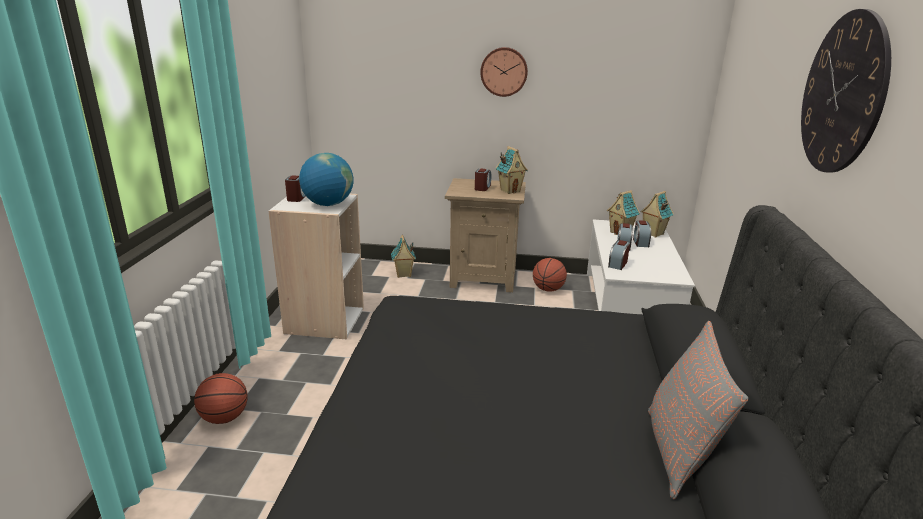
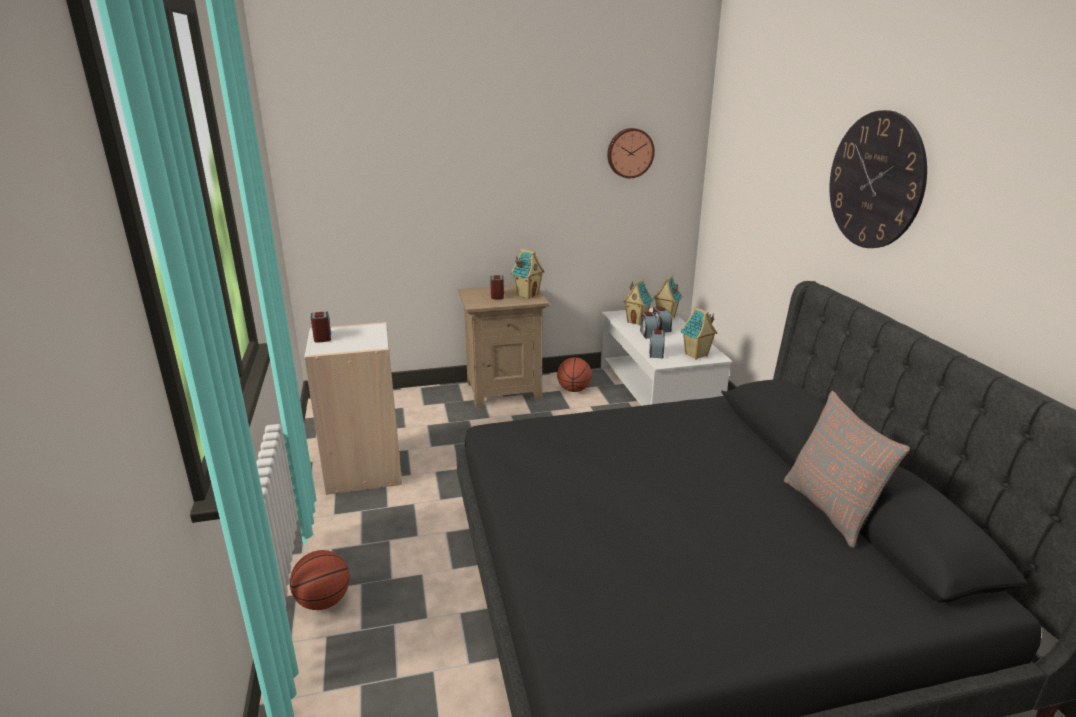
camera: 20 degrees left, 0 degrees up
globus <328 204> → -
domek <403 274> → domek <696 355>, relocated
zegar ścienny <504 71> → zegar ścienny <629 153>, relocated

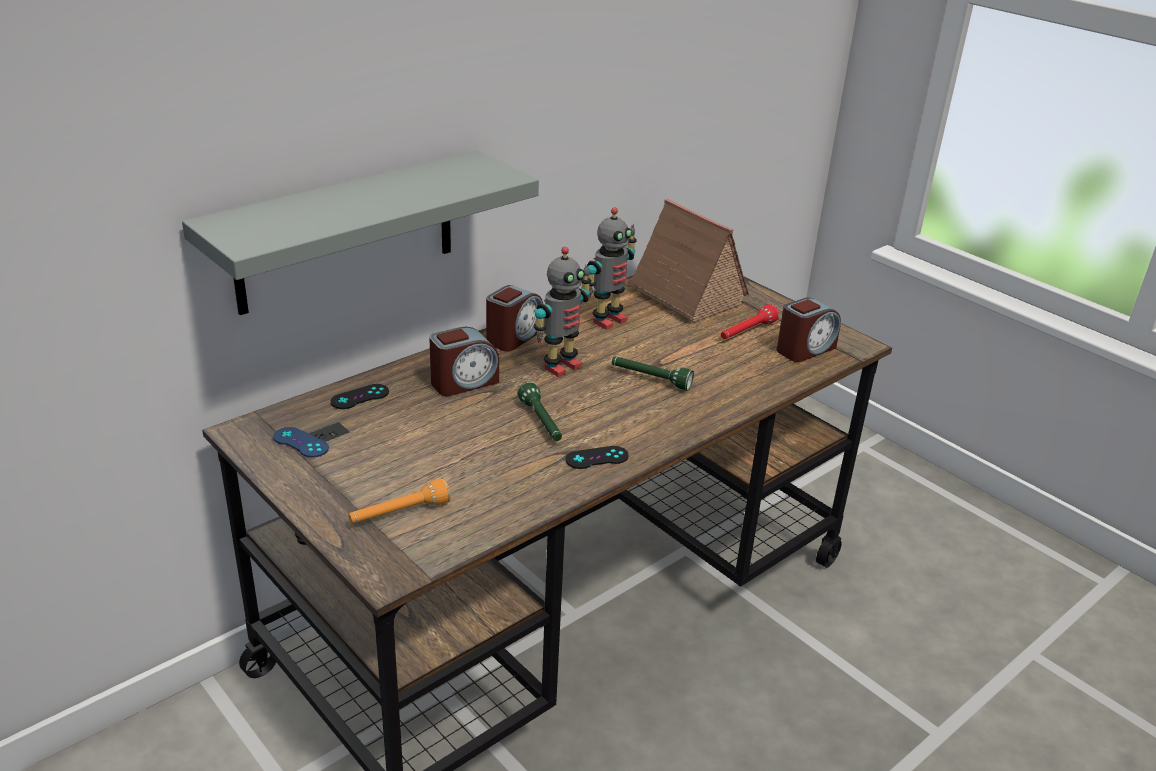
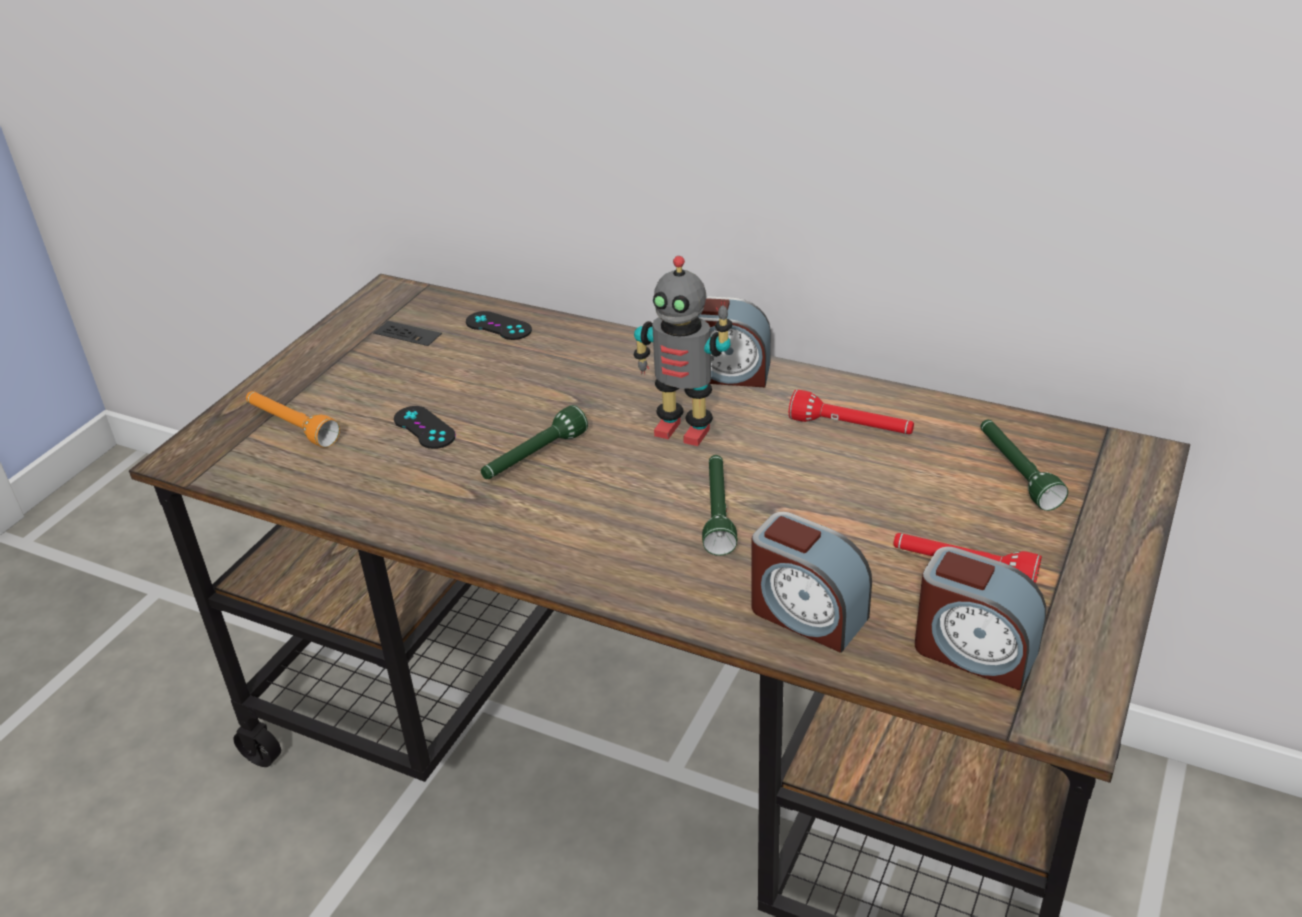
camera: 70 degrees right, 5 degrees up
półka (szary) <346 232> → -
pad do gier (niebieski) <301 442> → -
budzik <464 382> → budzik <807 614>, relocated
pad do gier (czarny) <597 458> → pad do gier (czarny) <424 428>, relocated
robot zabawkowy <607 320> → latarka (czerwony) <851 428>
domek <683 295> → latarka (zielony) <1016 472>

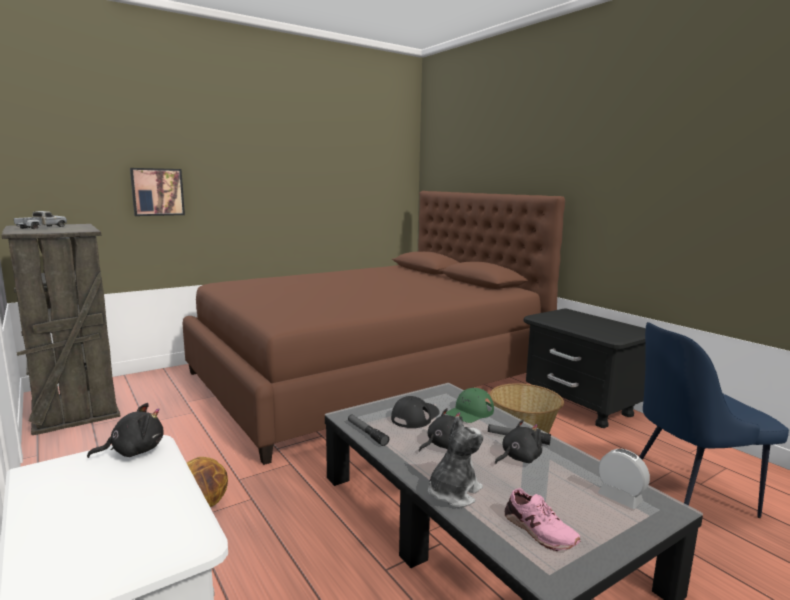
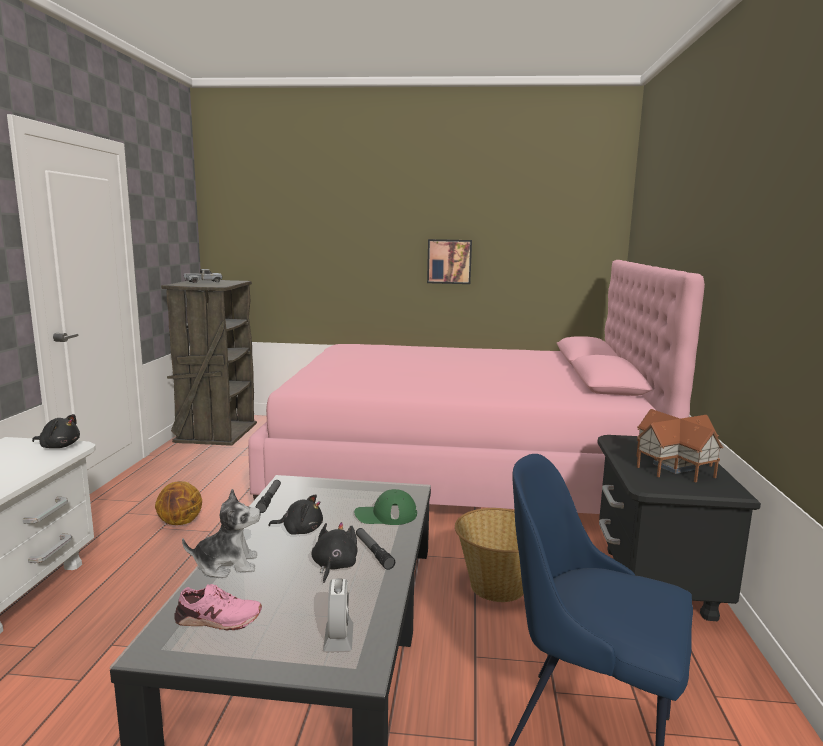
camera: 40 degrees right, 0 degrees up
obraz <157 192> → obraz <449 261>, relocated
łóżko (brązowy) <369 376> → łóżko (różowy) <460 470>
czapka z daszkiem (czarny) <415 416> → -
pluszak (czarny) <518 458> → pluszak (czarny) <334 566>, 90 degrees counterclockwise
but (różowy) <538 531> → but (różowy) <217 620>, 90 degrees counterclockwise
- → domek <672 466>

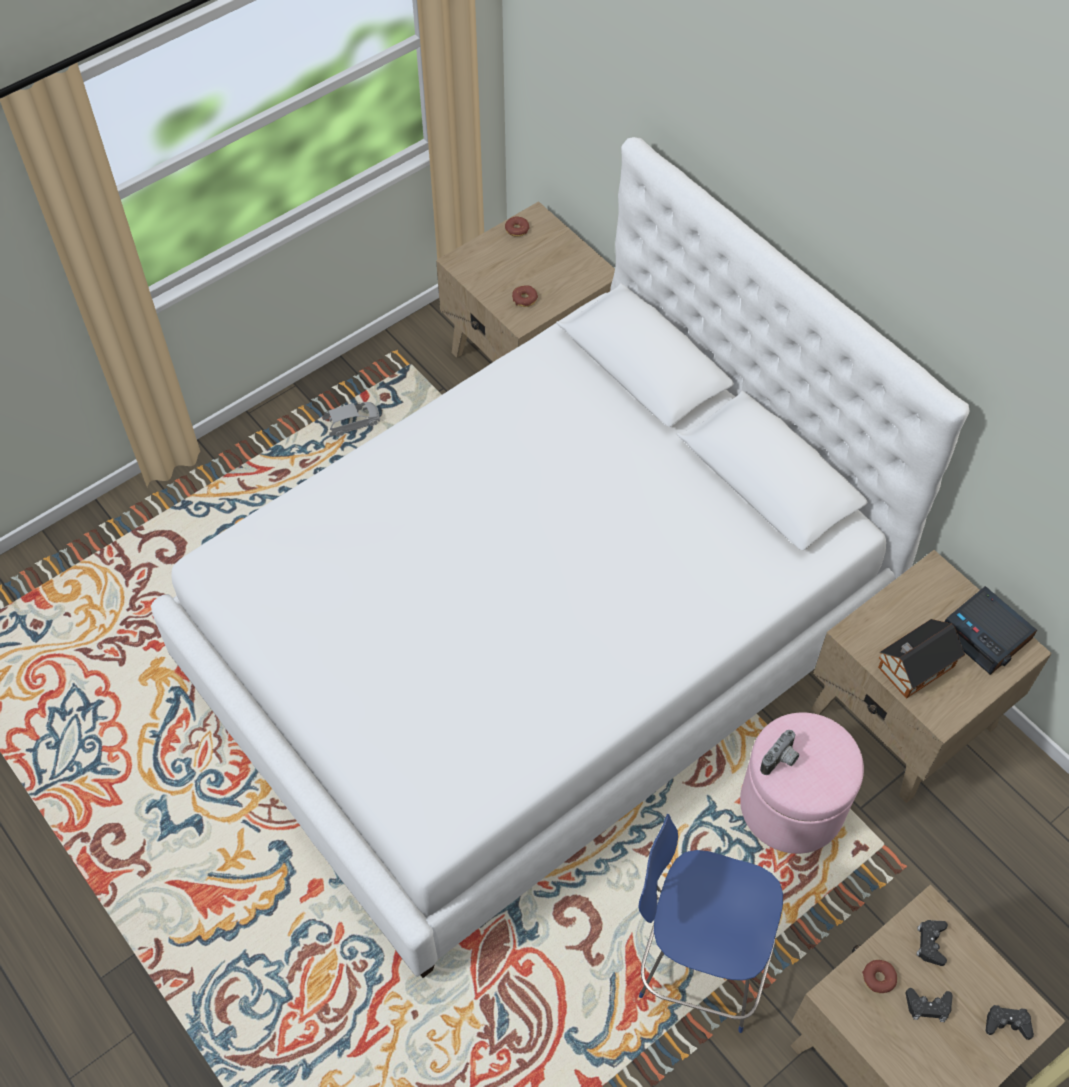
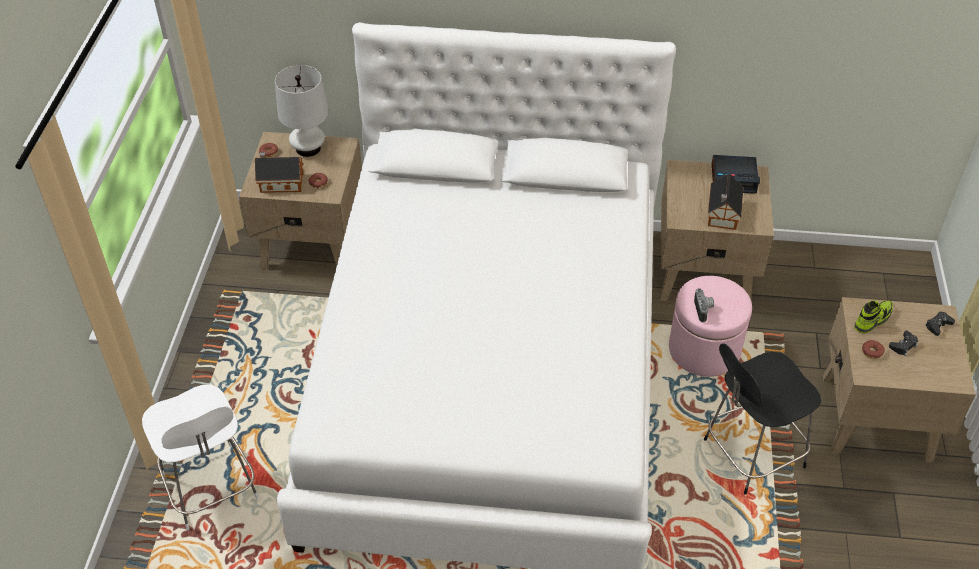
camera: 45 degrees left, 10 degrees down
samochodzik (szary) <353 423> → -
krzesło (niebieski) <698 962> → krzesło (czarny) <750 455>
pad do gier (czarny) <931 943> → but <872 320>
- → krzesło (biały) <211 489>
- → domek <279 182>
- → lampa stołowa (biały) <308 148>

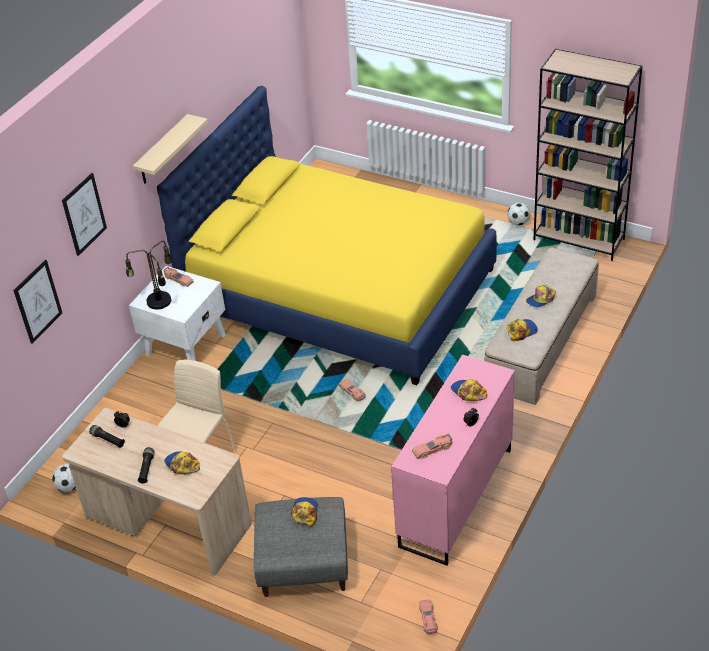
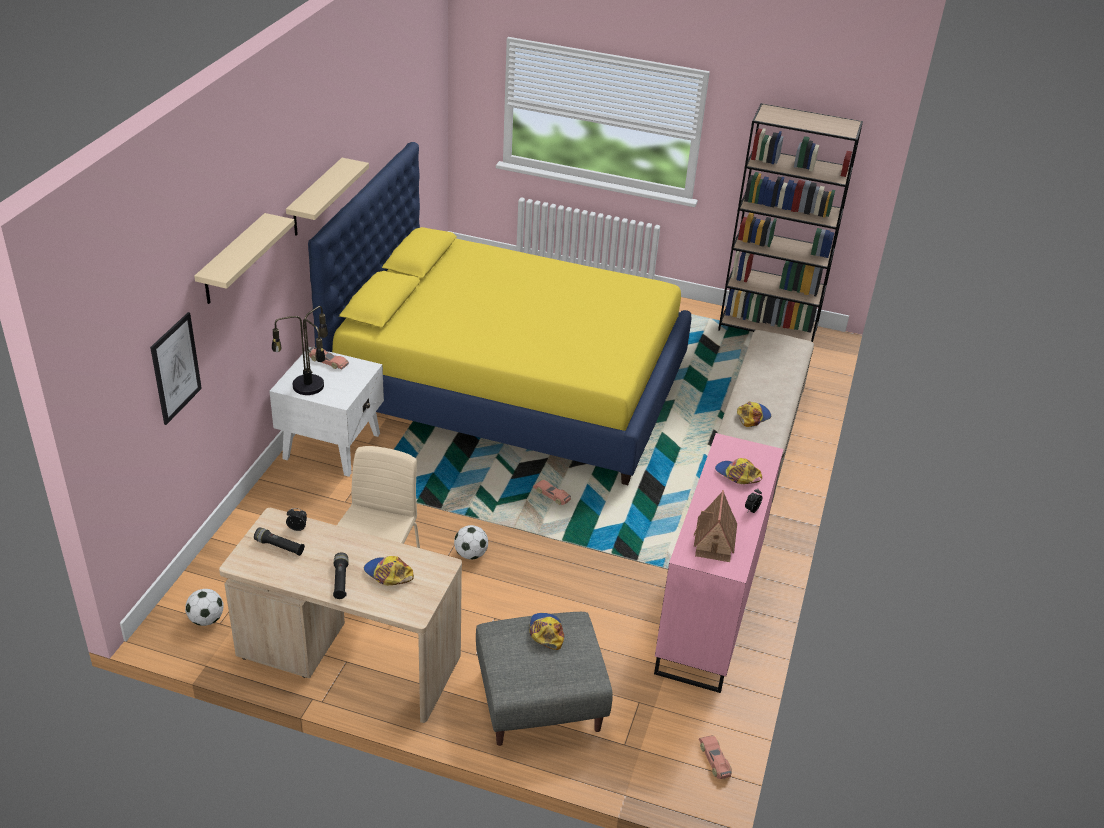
camera: 15 degrees left, 5 degrees down
obraz <84 214> → półka (beżowy) <233 260>
samochodzik <432 449> → domek <714 541>
piłka futbolowa <518 223> → piłka futbolowa <470 554>, relocated
czapka z daszkiem <541 299> → -

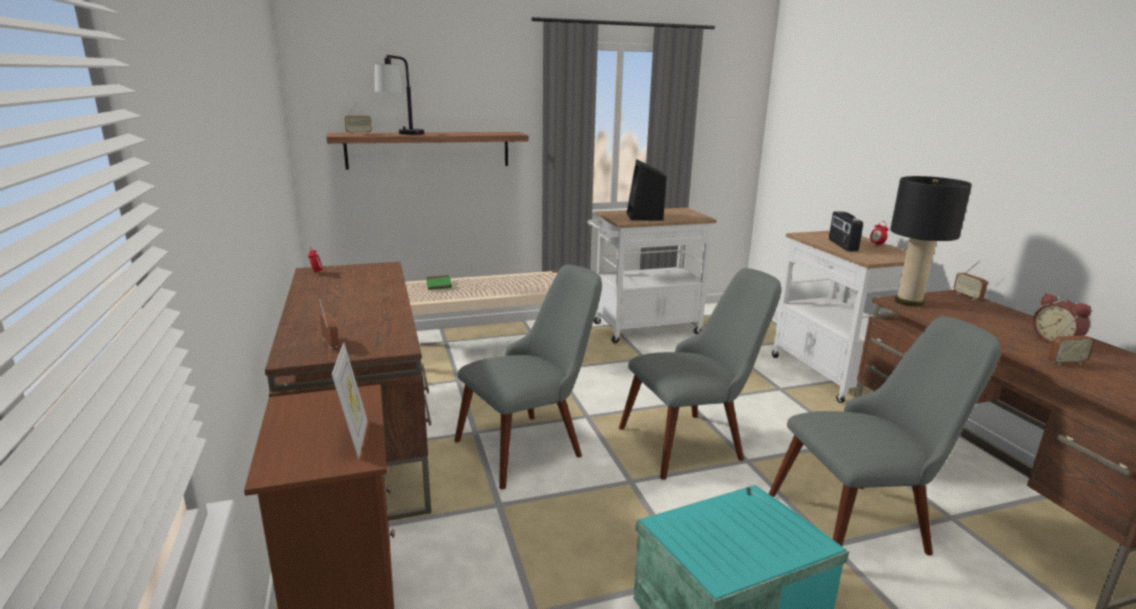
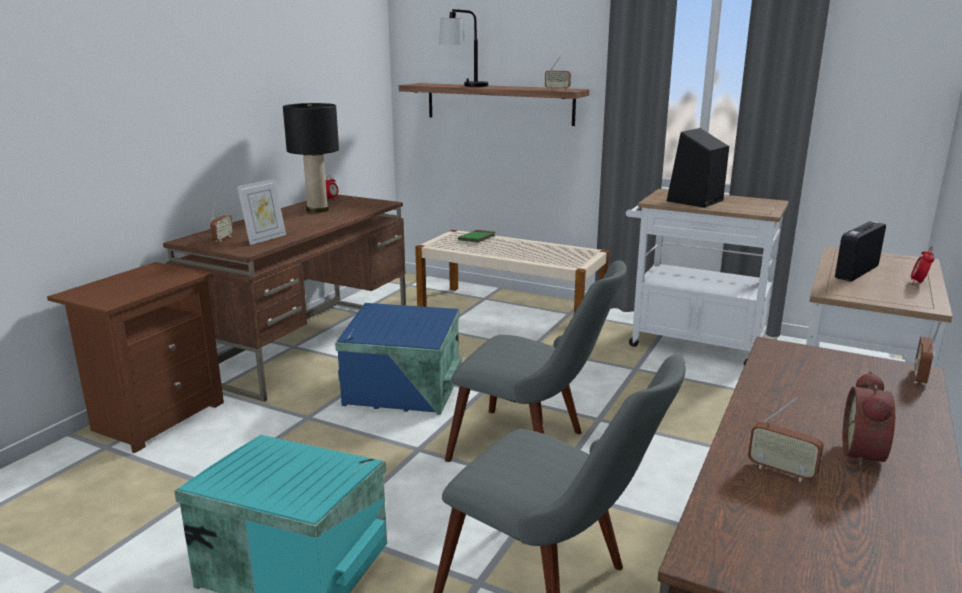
camera: 45 degrees right, 0 degrees up
ramka na zdjęcie <355 439> → ramka na zdjęcie <265 239>, relocated
radio <359 133> → radio <557 89>, relocated
krzesło (szary) <531 443> → pojemnik do przechowywania (niebieski) <403 391>
lampa stołowa (czarny) <909 302> → lampa stołowa (czarny) <318 210>, relocated

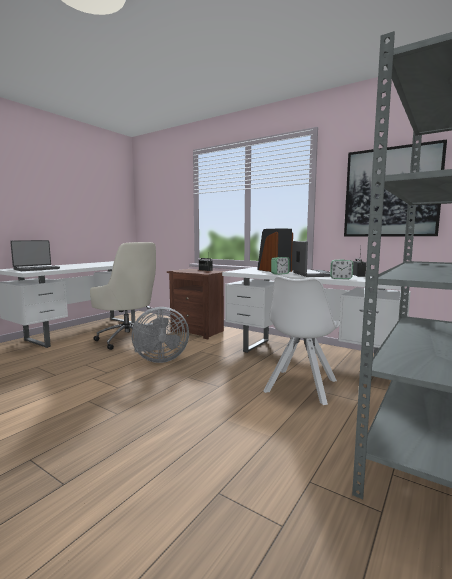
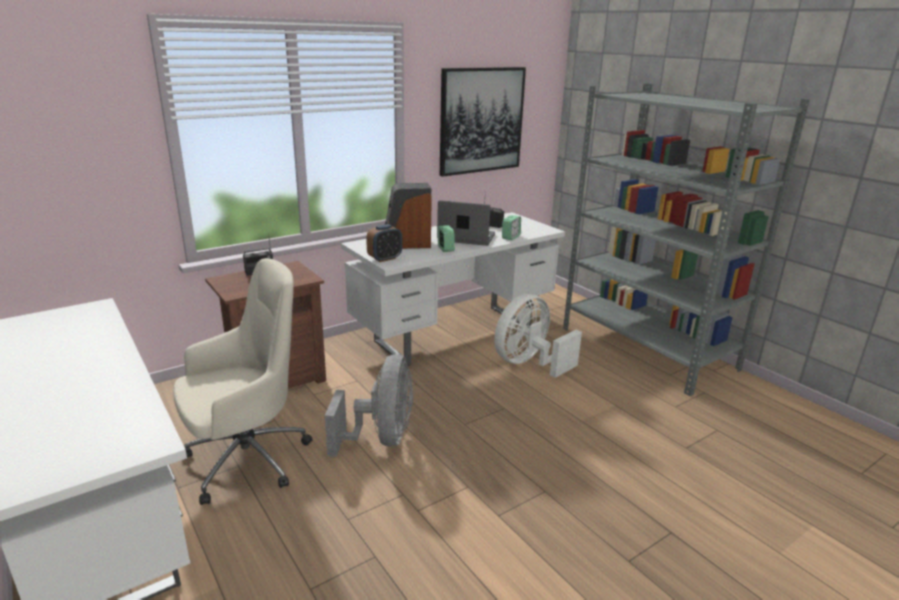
camera: 70 degrees left, 15 degrees up
laptop <36 269> → -
krzesło (biały) <300 387> → wentylator (biały) <529 363>
- → budzik <385 258>

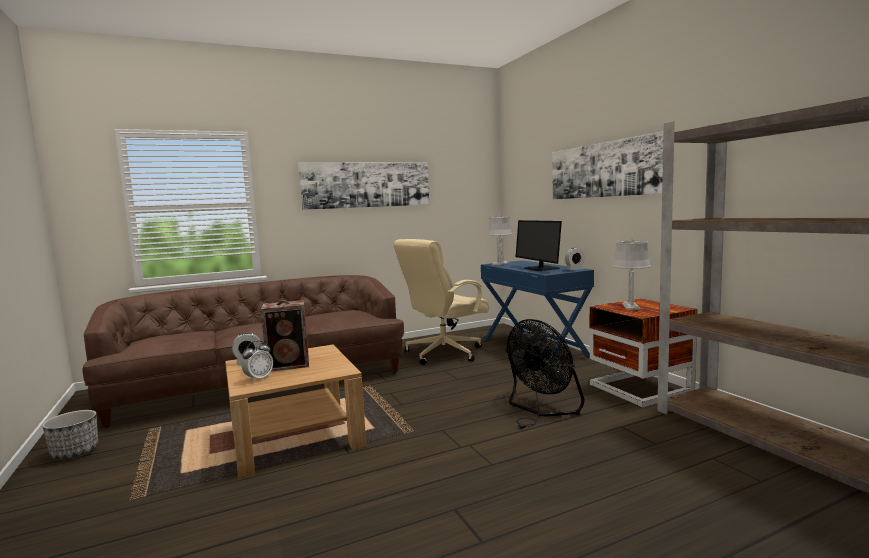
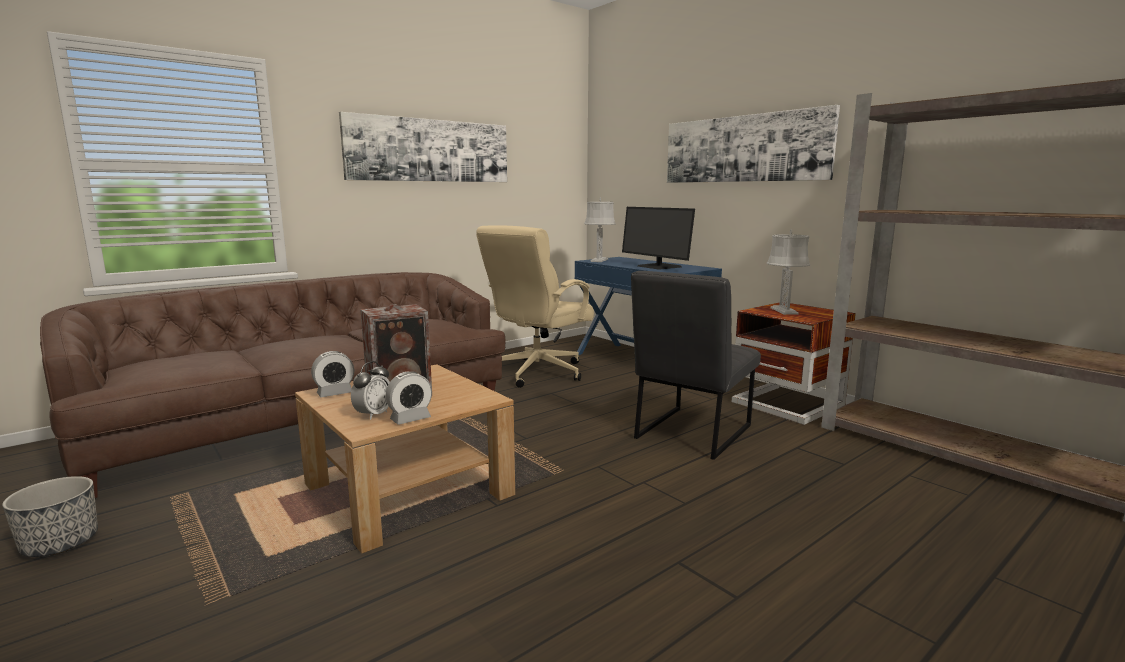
camera: 15 degrees left, 5 degrees up
wentylator (czarny) <536 408> → krzesło (szary) <691 433>
budzik <574 269> → budzik <410 419>, relocated

